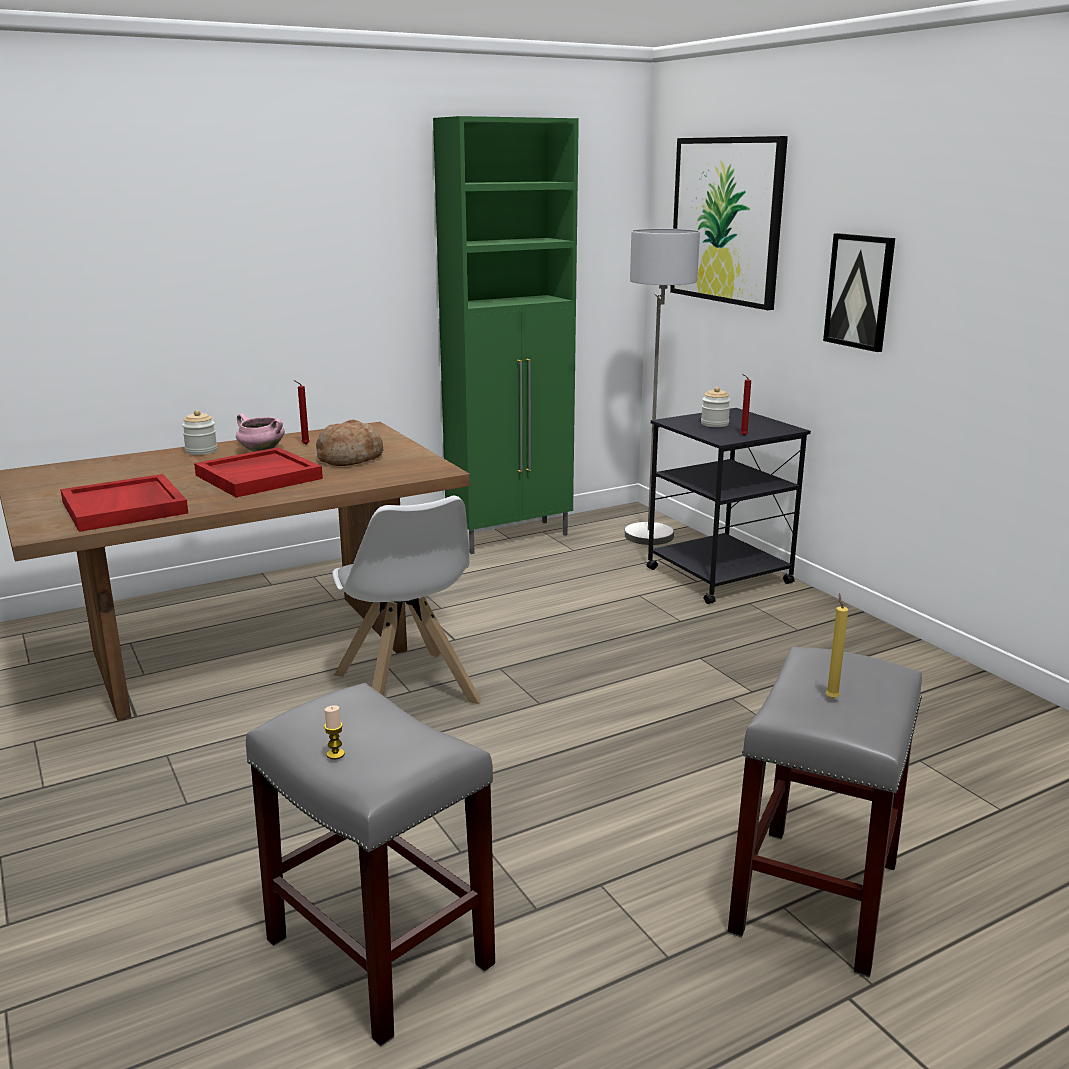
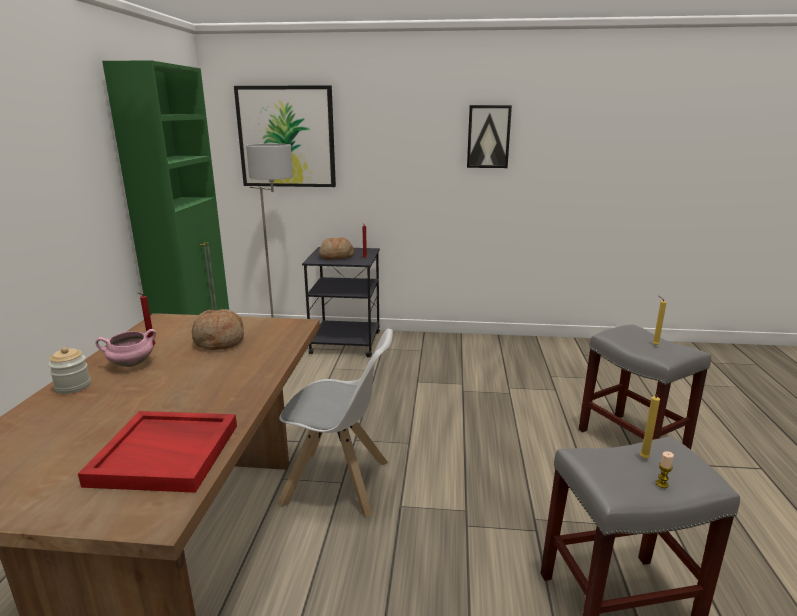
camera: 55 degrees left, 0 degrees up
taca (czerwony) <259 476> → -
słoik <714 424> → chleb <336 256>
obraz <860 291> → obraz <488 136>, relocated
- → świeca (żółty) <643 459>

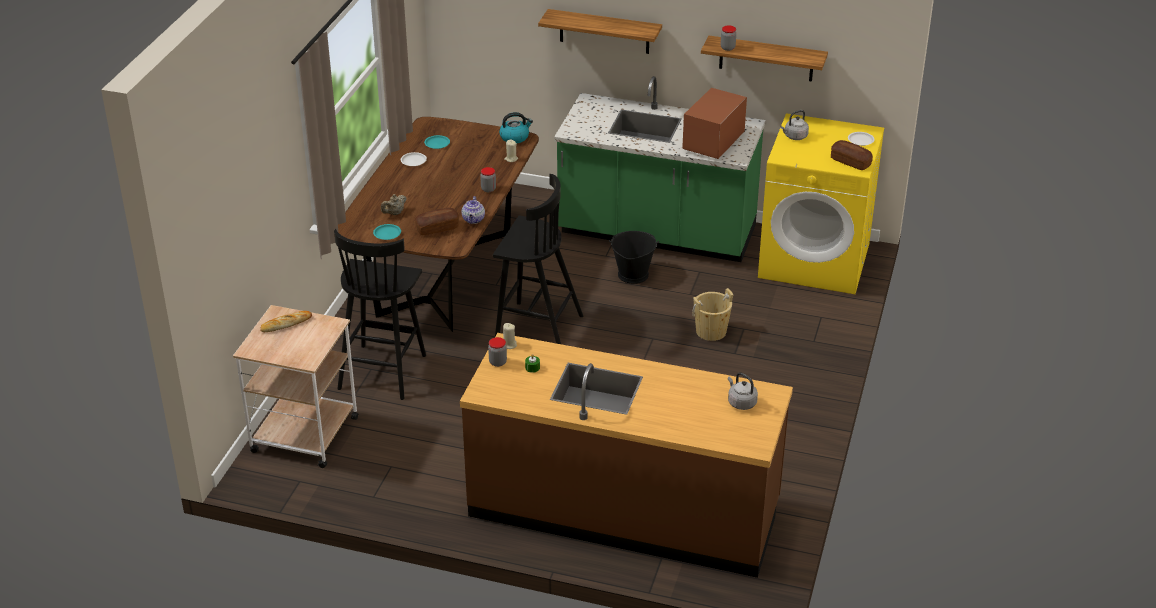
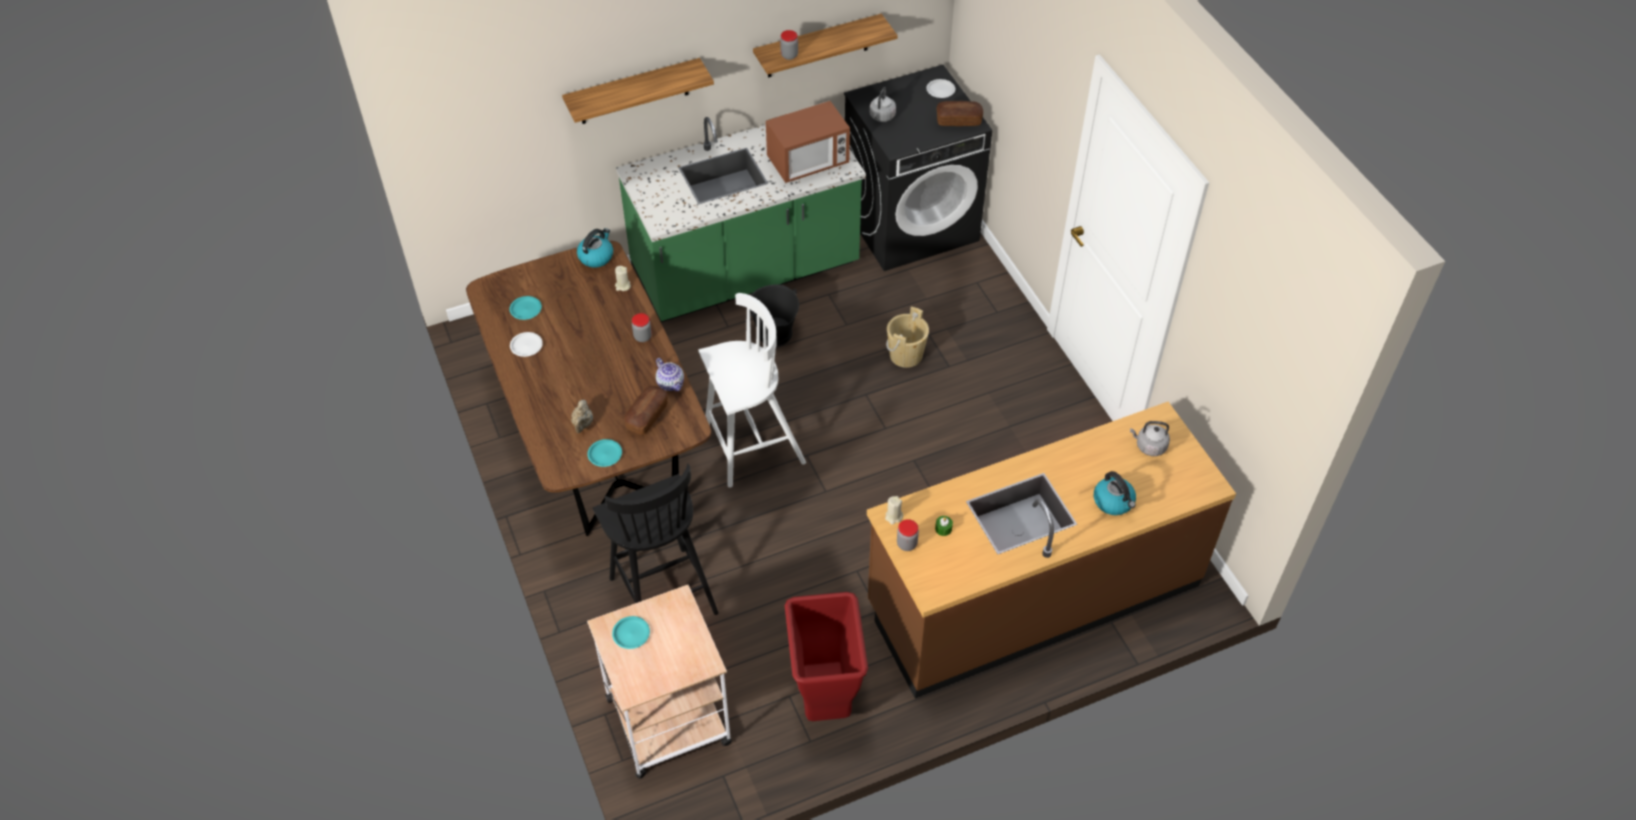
camera: 40 degrees left, 15 degrees up
chleb <286 324> → talerz (turkusowy) <631 634>
stołek (czarny) <536 327> → stołek (biały) <750 448>
mikrofalówka <713 143> → mikrofalówka <808 162>, 105 degrees counterclockwise
pralka (żółty) <815 260> → pralka (czarny) <911 223>
- → kosz na śmieci (czerwony) <823 700>
- → czajnik <1114 502>

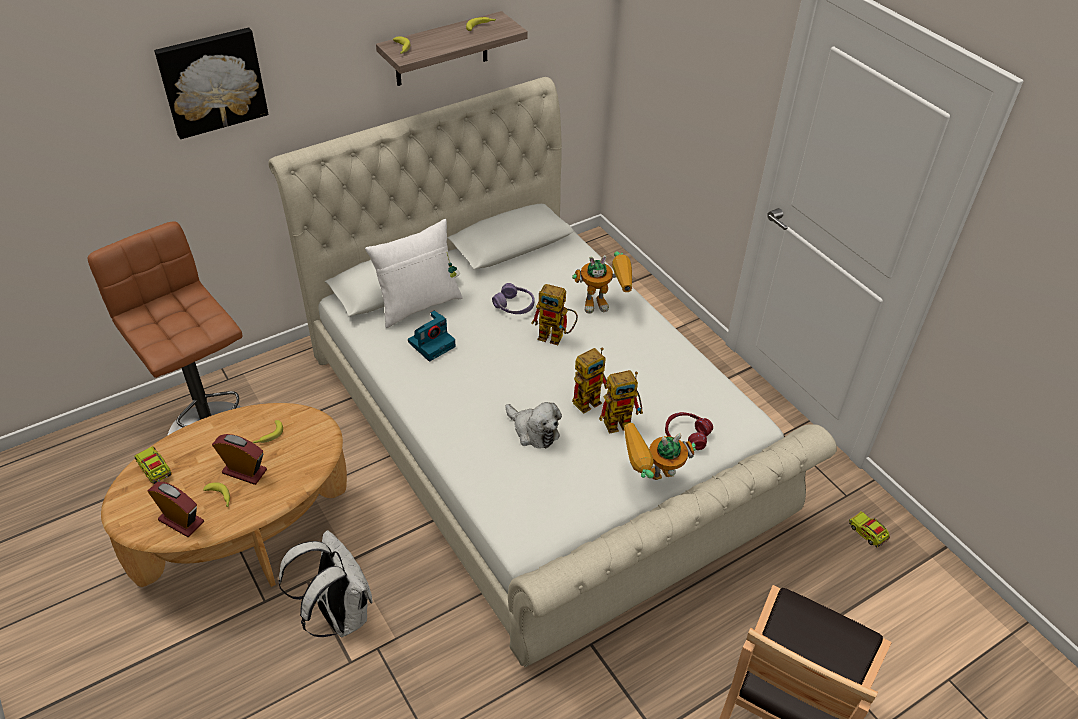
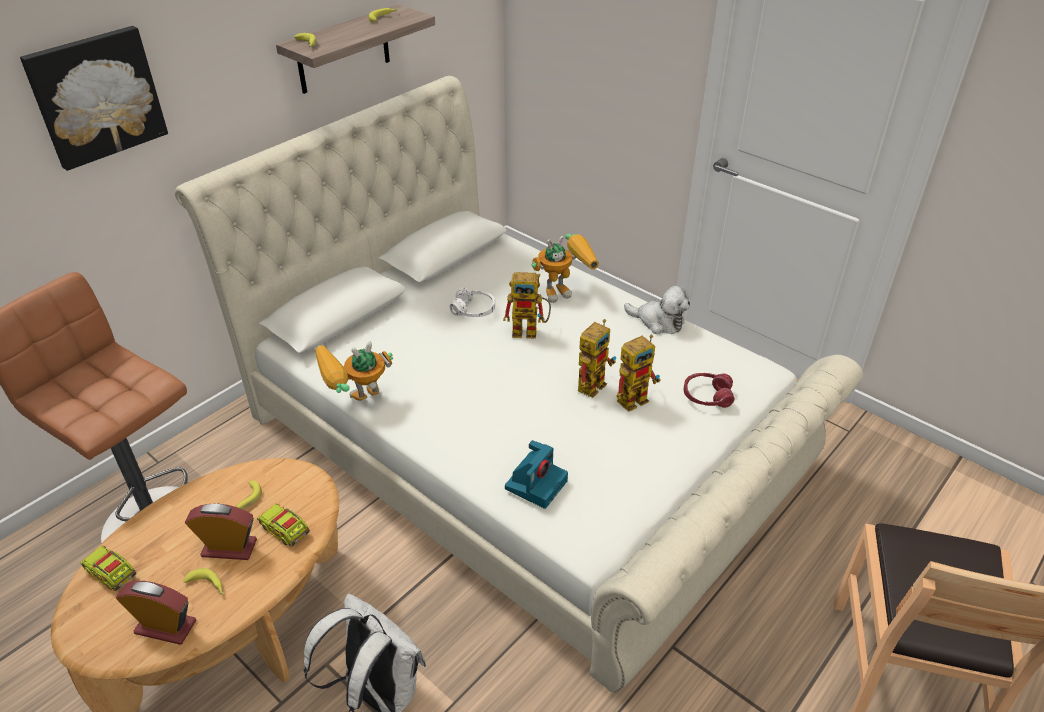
camera: 15 degrees left, 5 degrees down
poduszka (biały) <418 306> → -
aparat fotograficzny <432 343> → aparat fotograficzny <536 483>, relocated
słuchawki (fioletowy) <514 306> → słuchawki (biały) <473 310>
pluszak <533 431> → pluszak <658 321>, relocated
robot zabawkowy <650 481> → robot zabawkowy <357 404>, relocated
ciężarówka zabawkowa <867 533> → ciężarówka zabawkowa <285 530>, relocated

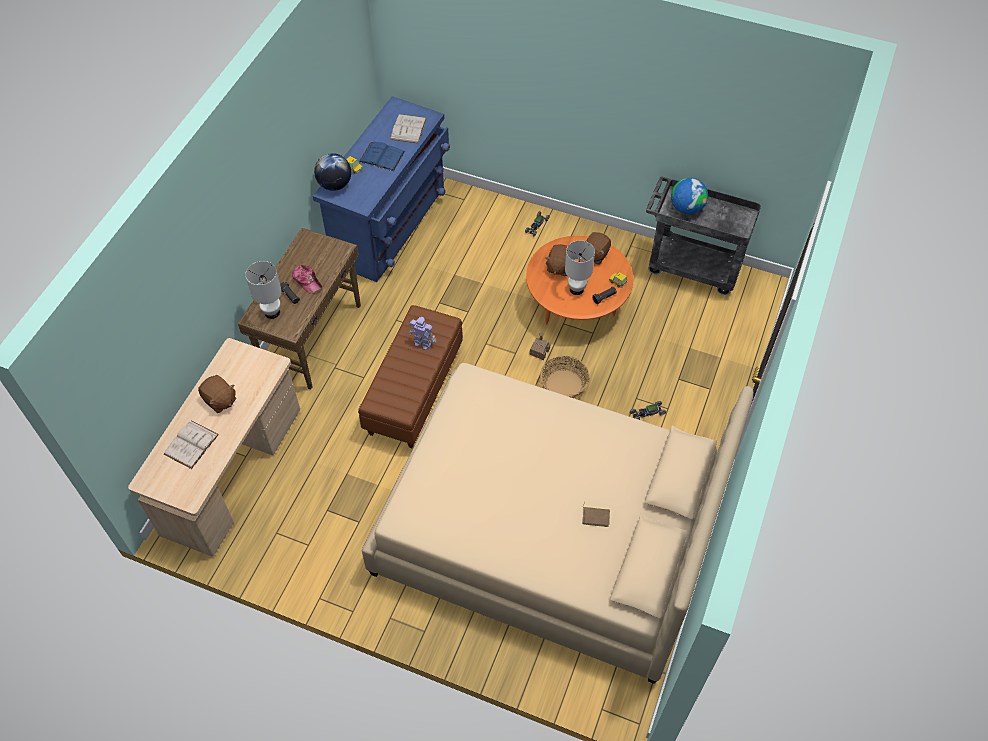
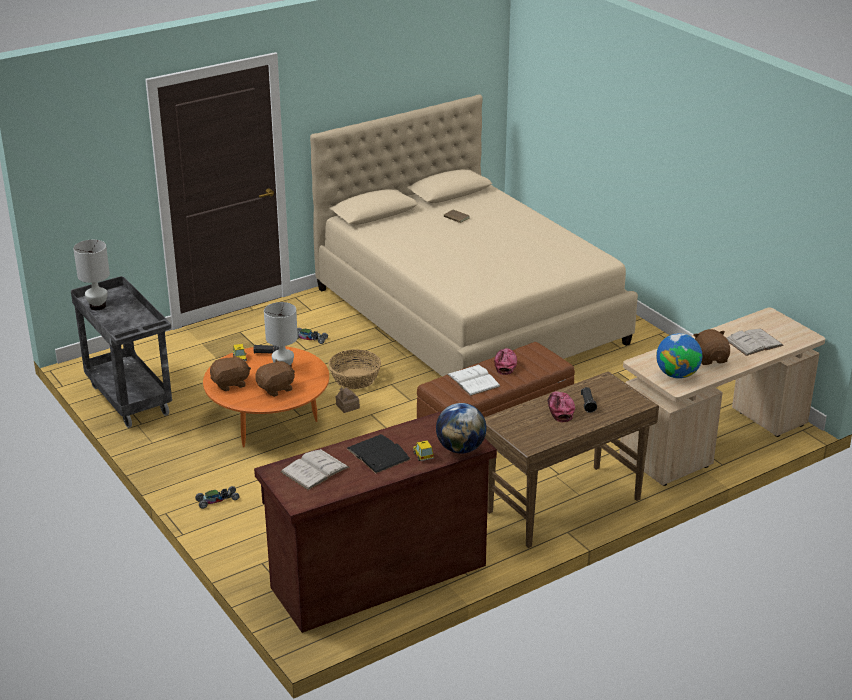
camera: 145 degrees left, 25 degrees down
lampa stołowa (biały) <272 313> → lampa stołowa (biały) <98 306>, relocated
komoda (niebieski) <392 226> → komoda (brązowy) <376 573>
książka (niebieski) <382 156> → książka (czarny) <378 454>
robot zabawkowy <422 343> → książka (biały) <473 380>
globus <686 208> → globus <677 375>, relocated
- → czapka z daszkiem <505 364>

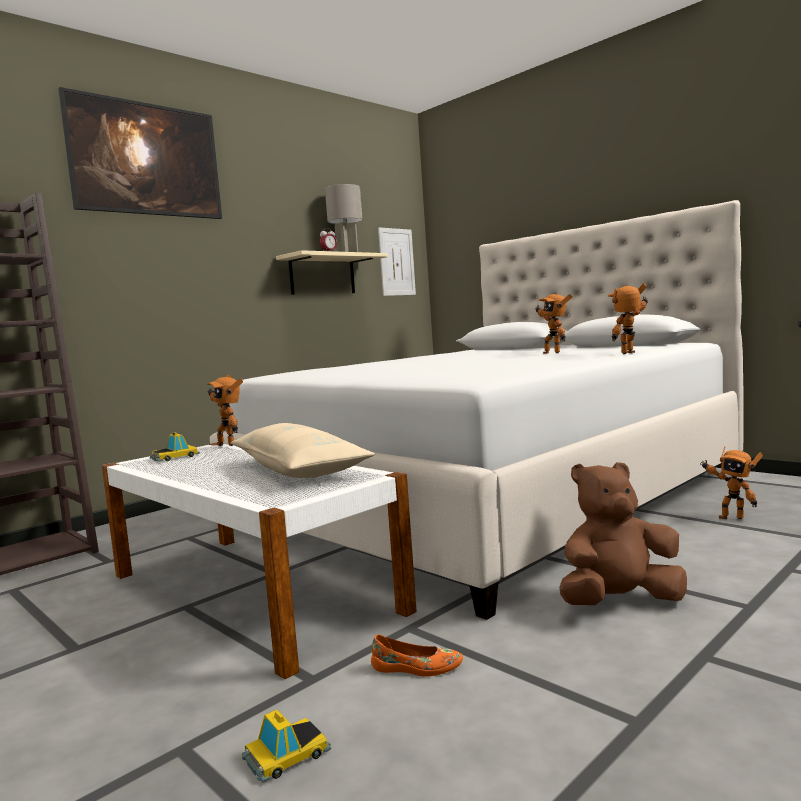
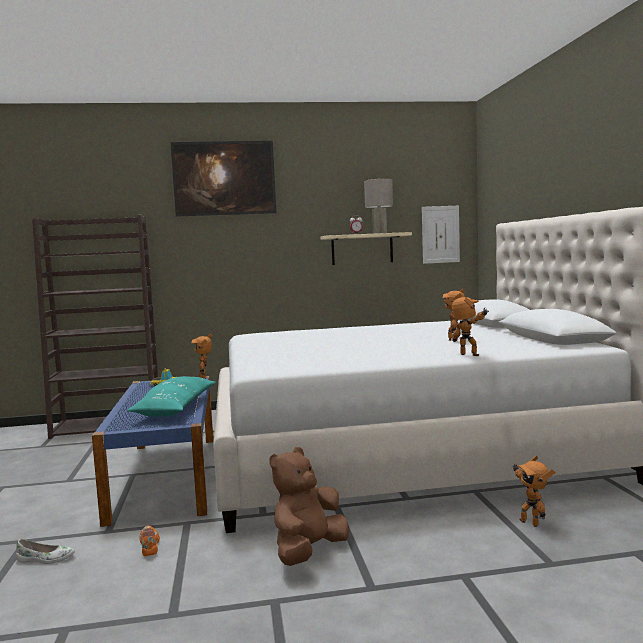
camera: 35 degrees right, 0 degrees up
ławka (biały) <251 591> → ławka (niebieski) <168 475>
poduszka (beżowy) <299 469> → poduszka (turkusowy) <176 408>
samochodzik <286 754> → but (biały) <45 559>
but (pomarańczowy) <417 668> → but (pomarańczowy) <150 544>, 150 degrees counterclockwise
pluszak (brązowy) <620 602> → pluszak (brązowy) <308 552>, 75 degrees counterclockwise
robot zabawkowy <631 353> → robot zabawkowy <468 355>, 45 degrees clockwise

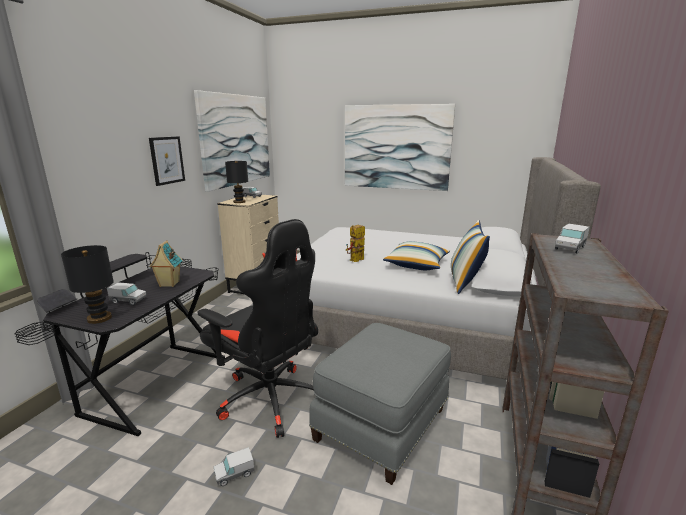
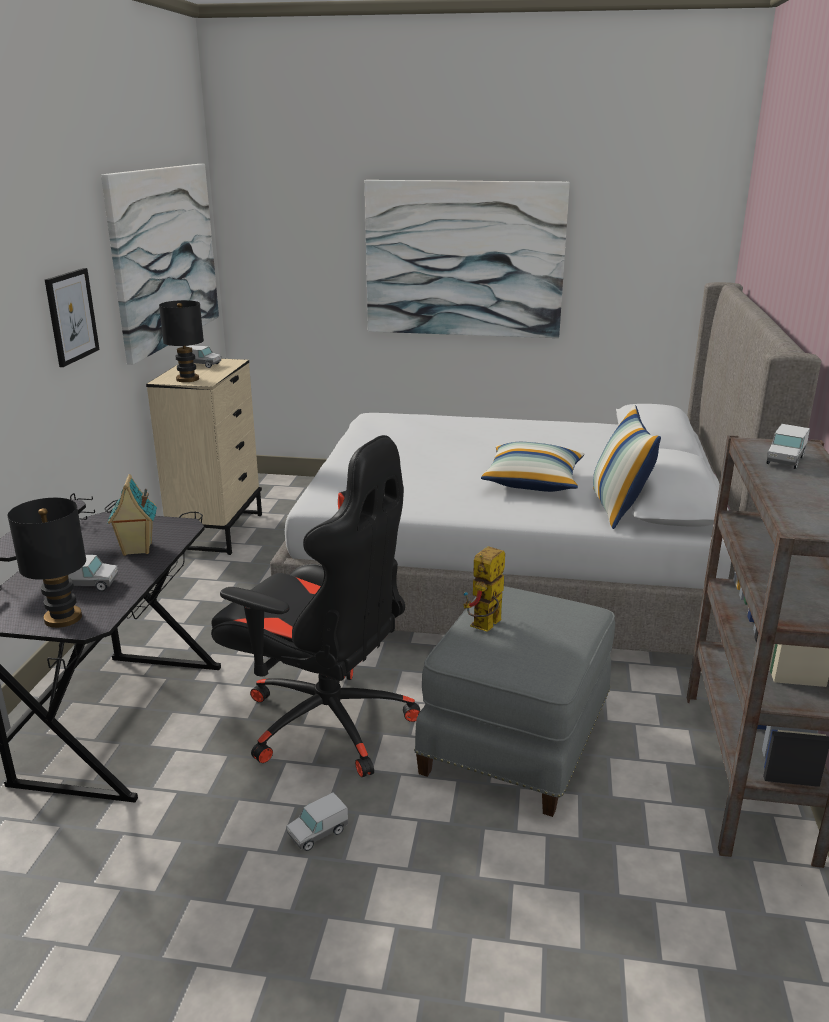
camera: 10 degrees left, 5 degrees up
robot zabawkowy <355 261> → robot zabawkowy <485 627>, relocated

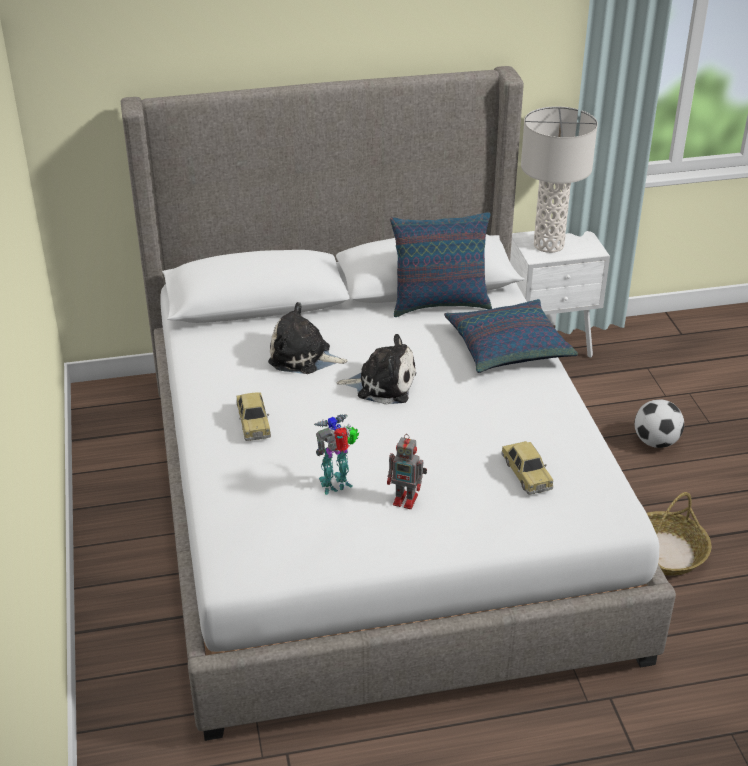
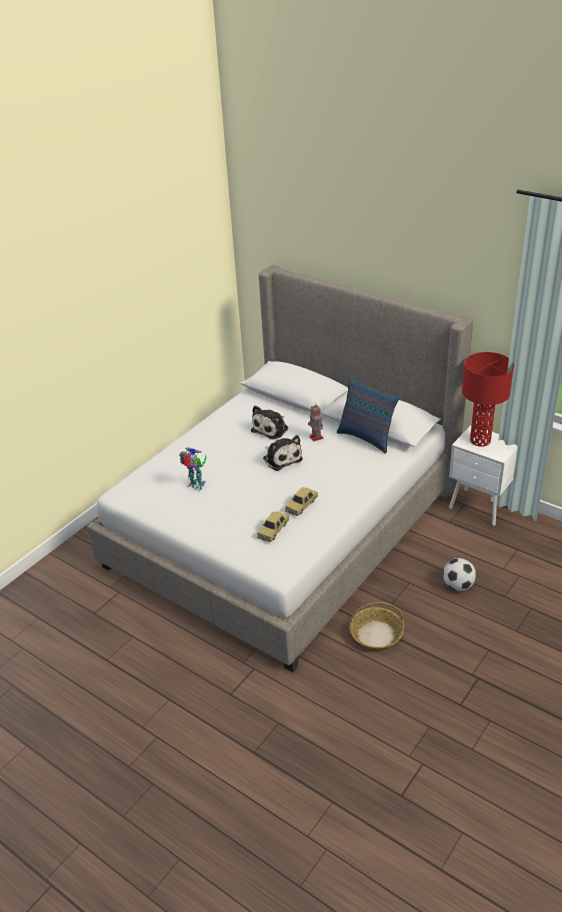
camera: 50 degrees right, 0 degrees up
samochodzik <253 422> → samochodzik <301 505>, relocated
pluszak <303 357> → pluszak <271 429>, 120 degrees counterclockwise
robot zabawkowy <406 500> → robot zabawkowy <316 438>, relocated
poduszka (niebieski) <508 348> → -
lampa stołowa (biały) <549 245> → lampa stołowa (czerwony) <480 440>

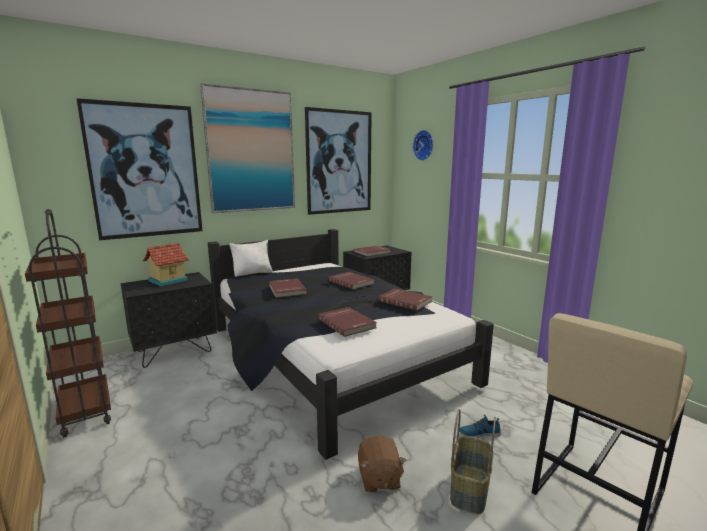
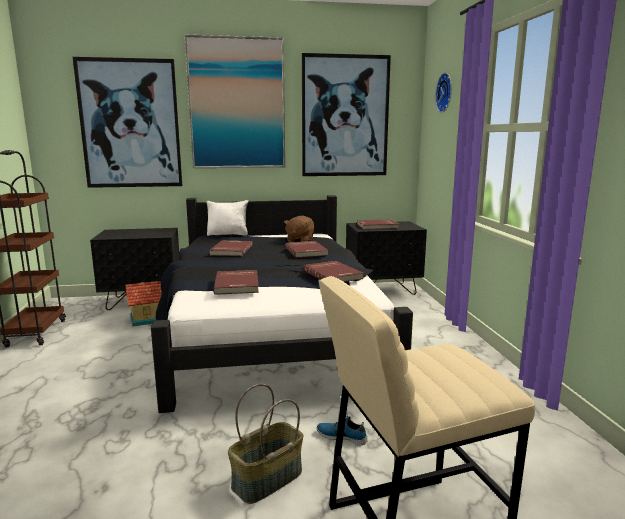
camera: 25 degrees right, 0 degrees up
domek <167 280> → domek <146 319>, relocated
pluszak (brązowy) <379 478> → pluszak (brązowy) <299 240>, relocated

